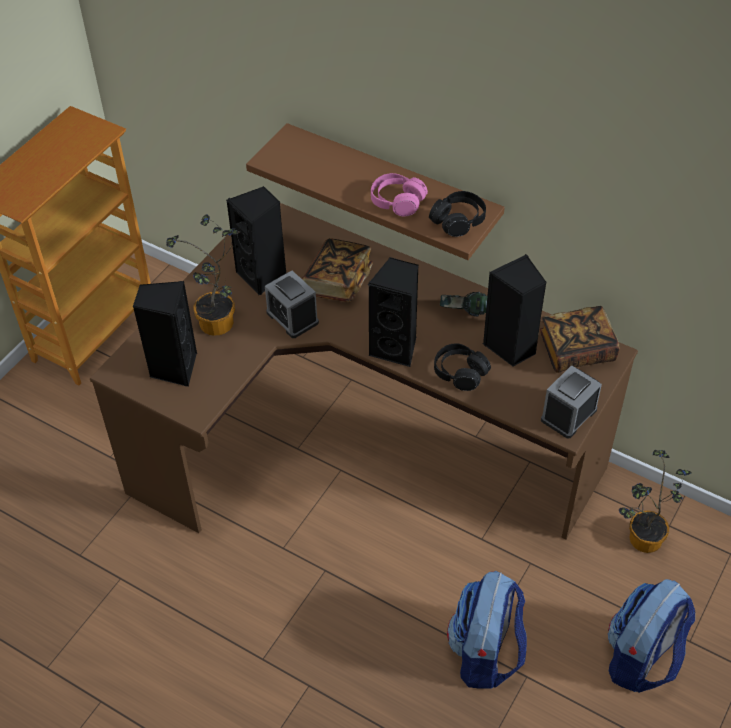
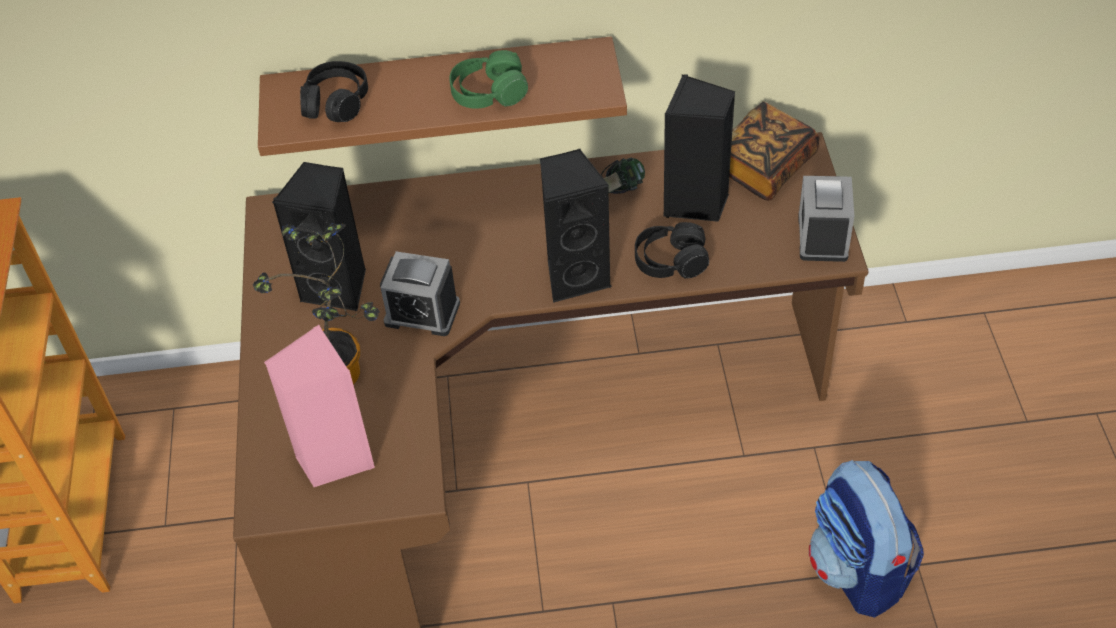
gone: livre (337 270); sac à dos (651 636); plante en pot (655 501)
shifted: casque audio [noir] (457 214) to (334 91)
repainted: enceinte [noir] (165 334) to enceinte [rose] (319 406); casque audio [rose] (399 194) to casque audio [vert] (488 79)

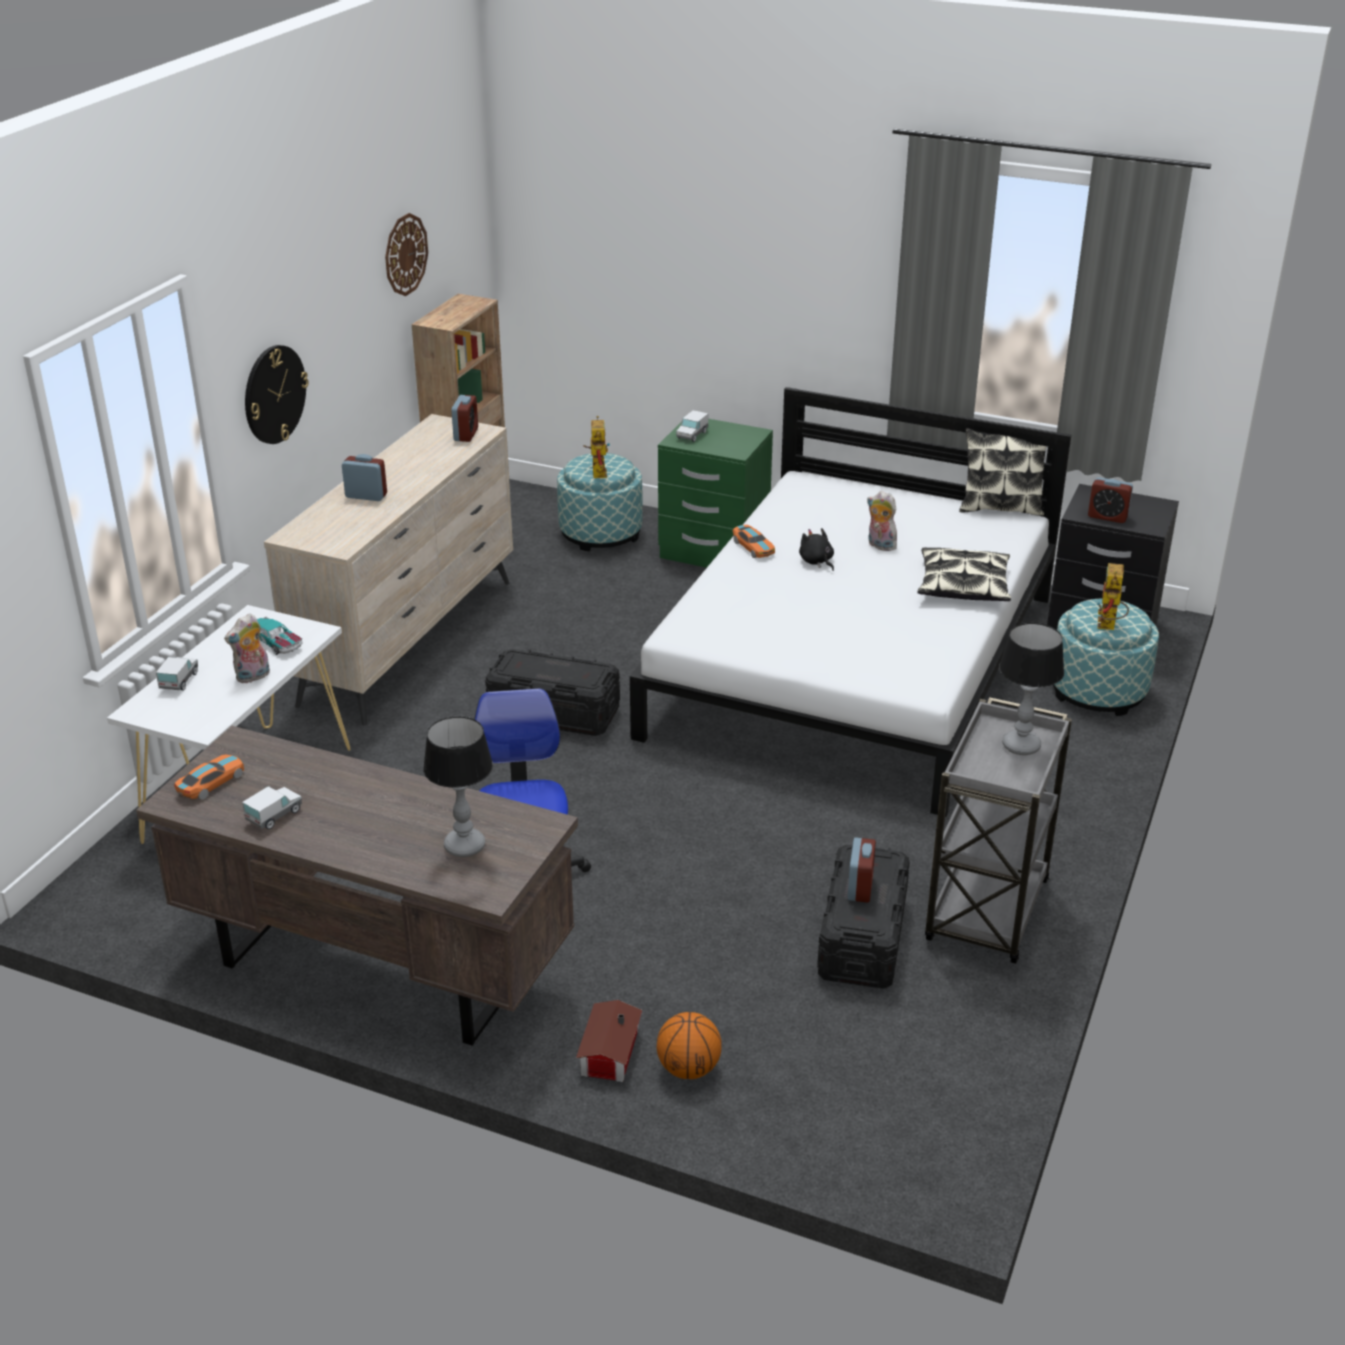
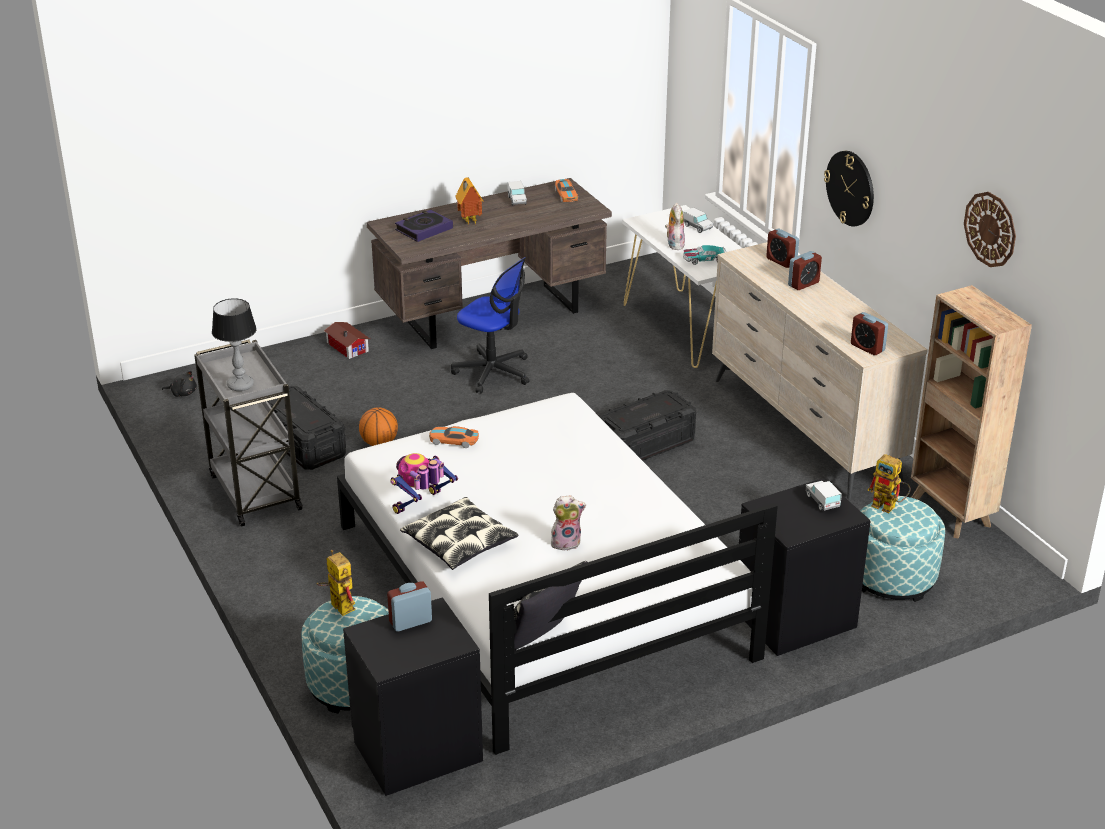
new: robot jouet (424 483); maison miniature (469 201)
shifted: peluche [noir] (816 549) to (179 384); ballon de basket (689 1045) to (378 426); petite voiture (754 541) to (454 437); réveil (861 870) to (782 248)
swapped: lampe de table (458 786) to livre (424 226)
repainted: table de chevet [vert] (715 493) to table de chevet [noir] (805 567)

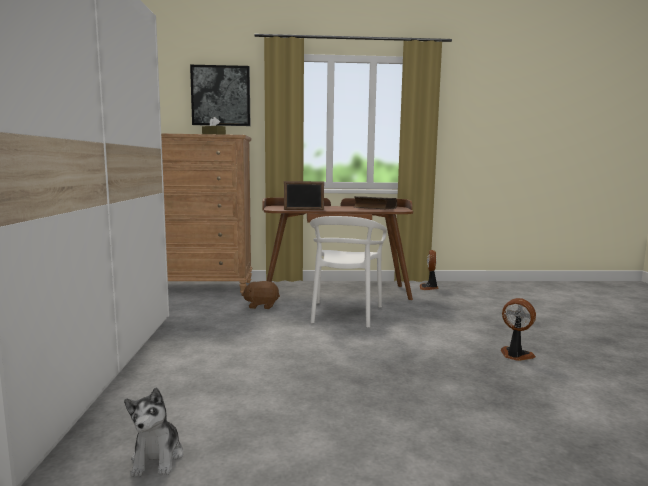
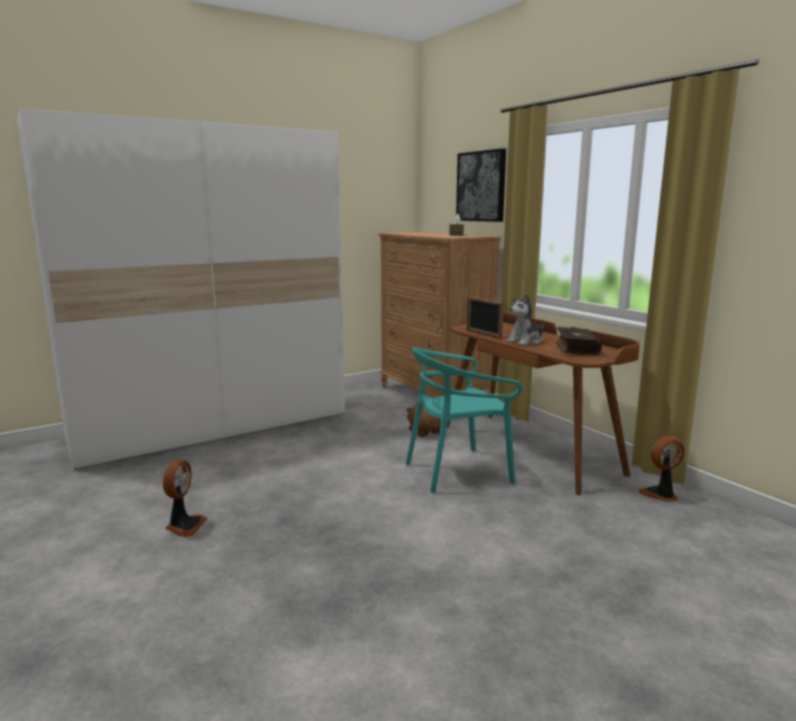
shifted: ventilateur (518 329) to (185 498); peluche (153 432) to (525 320)
repainted: chaise [blanc] (348 272) to chaise [turquoise] (464 420)

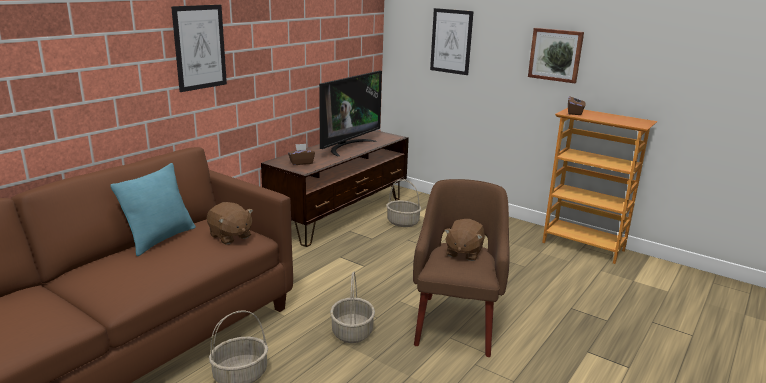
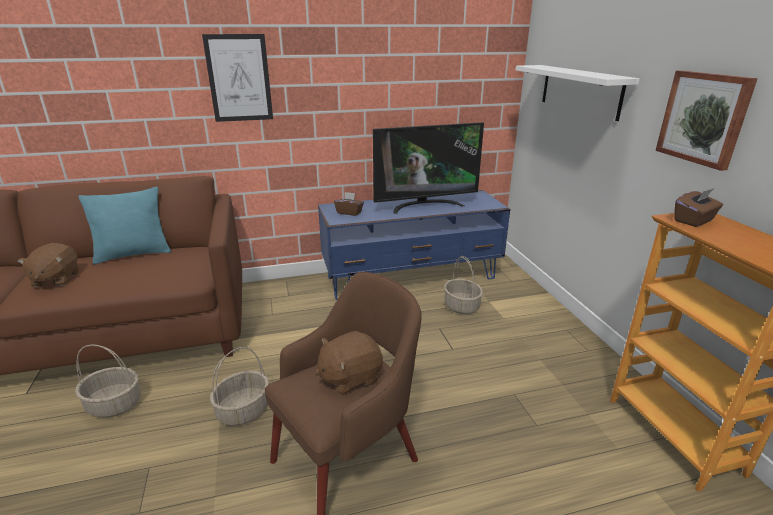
shifted: peluche [marron] (230 223) to (48 265)
swapped: tableau (452 41) to étagère [blanc] (578 93)
repainted: meuble télé [marron] (335 188) to meuble télé [bleu] (414 245)

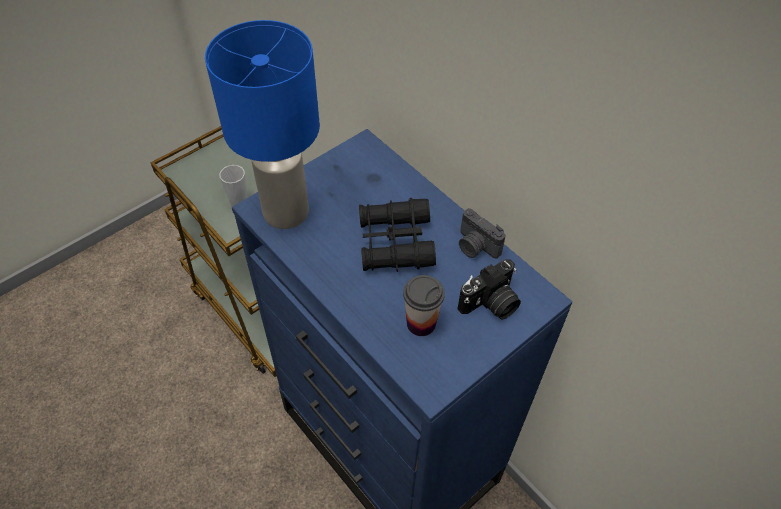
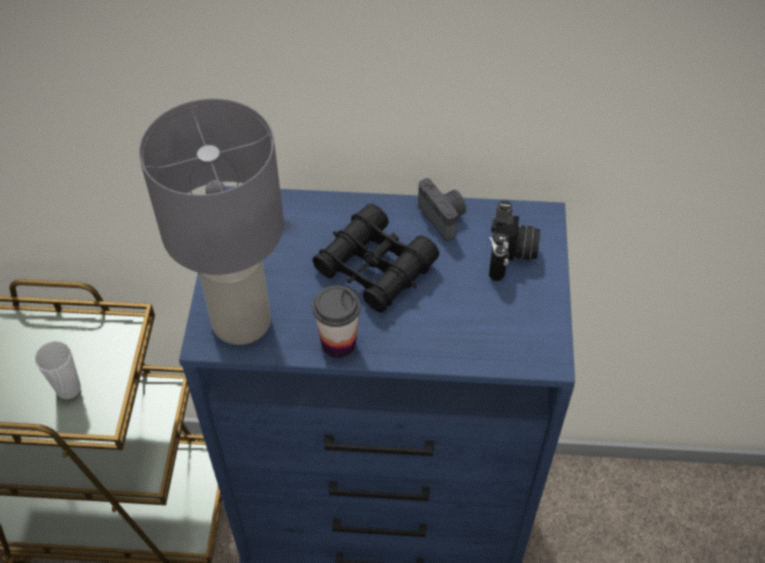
shifted: tasse (424 305) to (336 322)
repainted: lampe de table [bleu] (262 124) to lampe de table [gris] (211 221)
rotated: appareil photo (482 233) = (442 209) 120 degrees counterclockwise

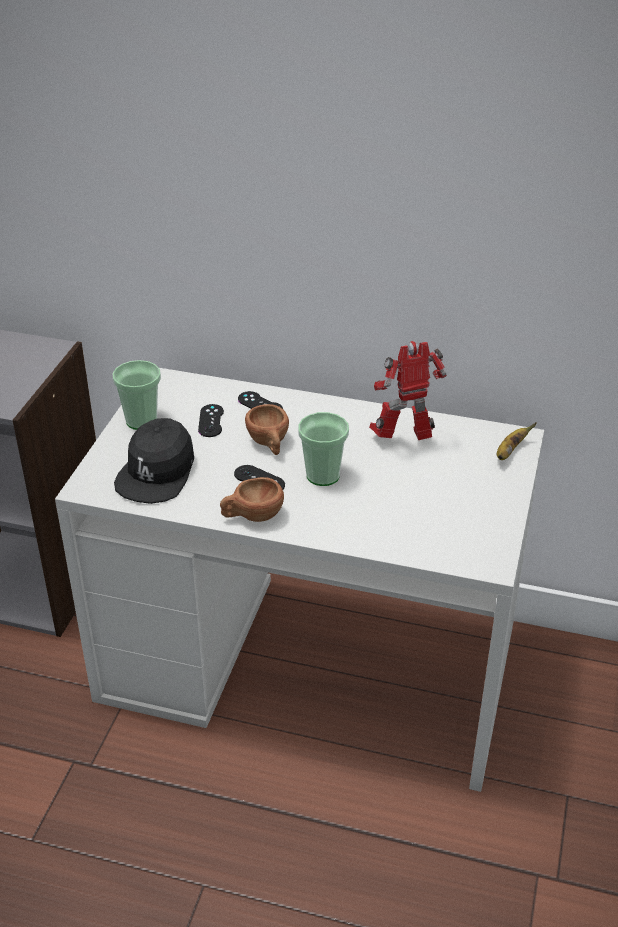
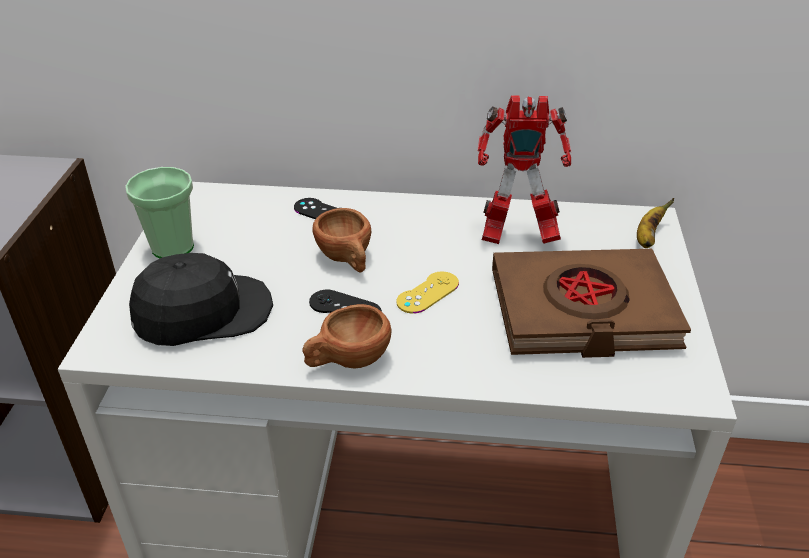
gone: manette [noir] (211 420)
new: livre [marron] (591 303)
swapped: tasse (323 449) to manette [jaune] (427 292)
rotated: casquette [noir] (154 461) = (201 299) 120 degrees counterclockwise; robot jouet (408 390) = (524 169) 150 degrees counterclockwise

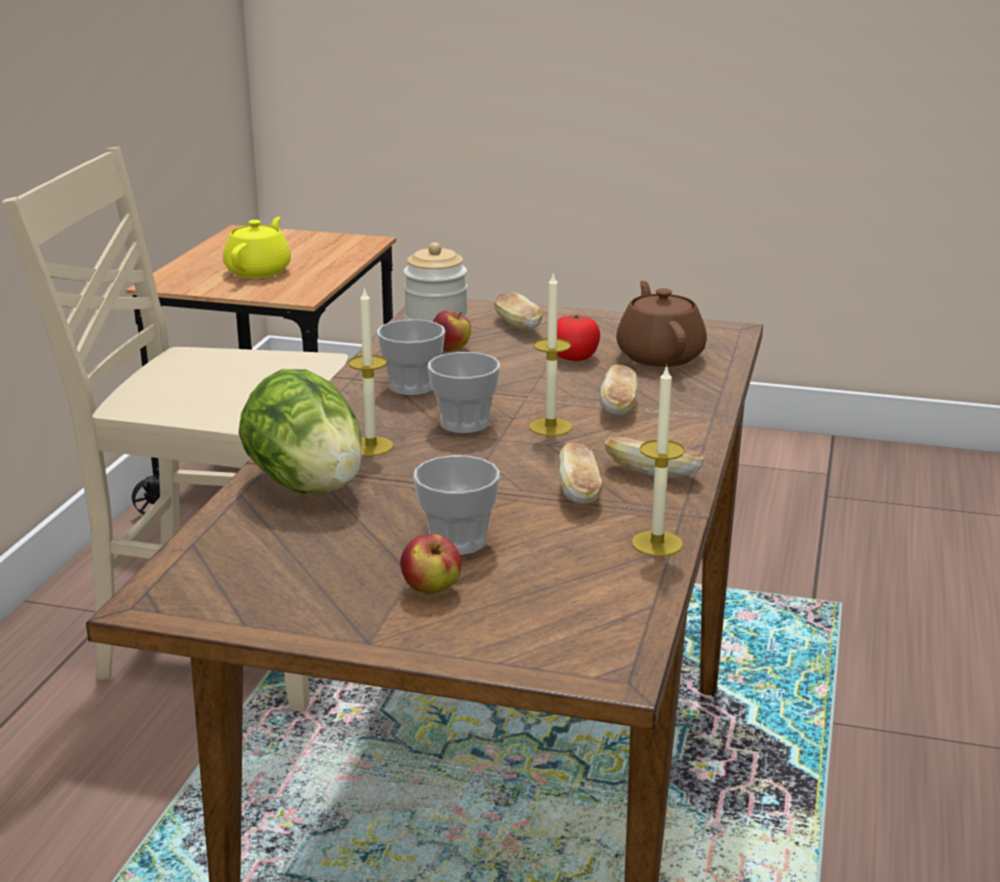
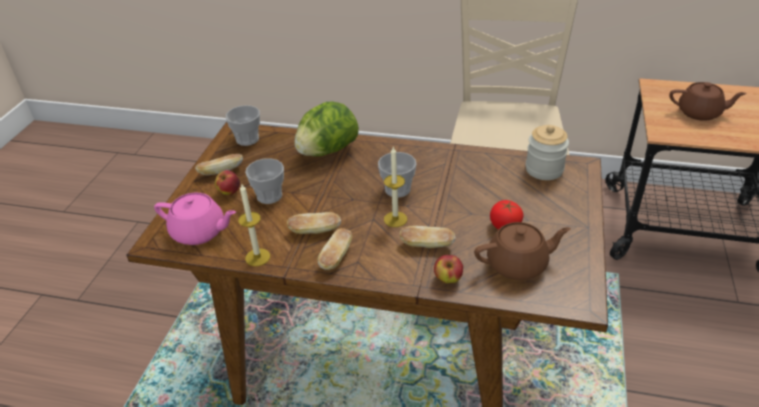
gone: bougie (371 371)
new: théière [rose] (195 219)
shifted: pain (518 311) to (219 164); tasse (411 357) to (243 125); pomme (452 331) to (448 269)
repainted: théière [jaune] (257 247) to théière [marron] (708 101)

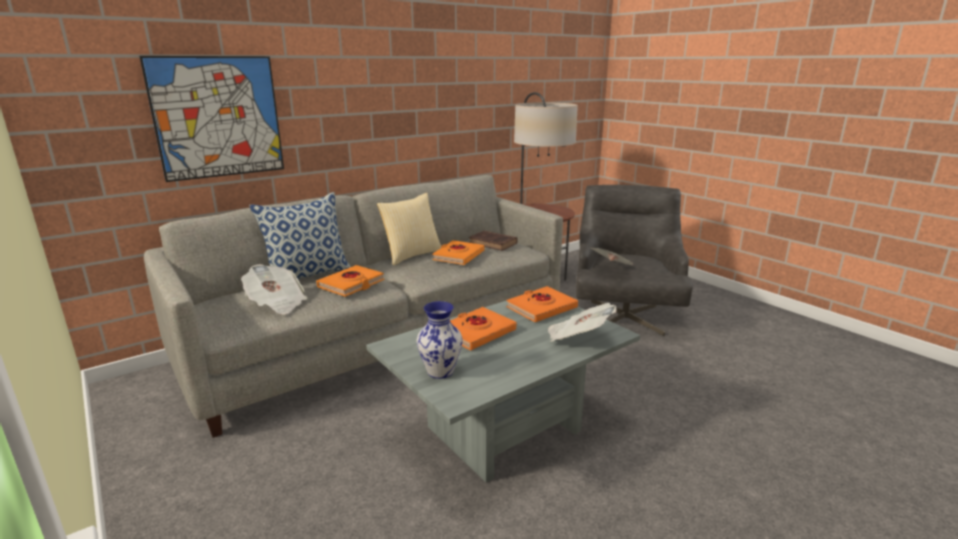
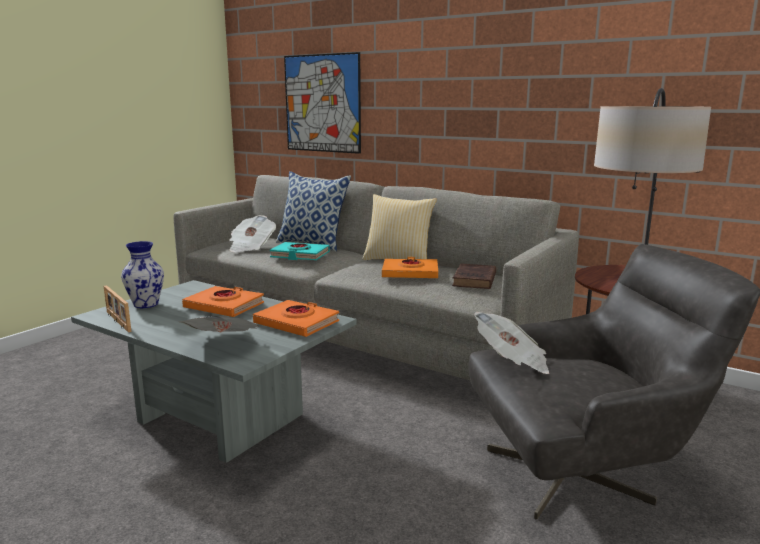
new: cadre photo (118 308)
repainted: livre [orange] (350 281) to livre [turquoise] (300 251)

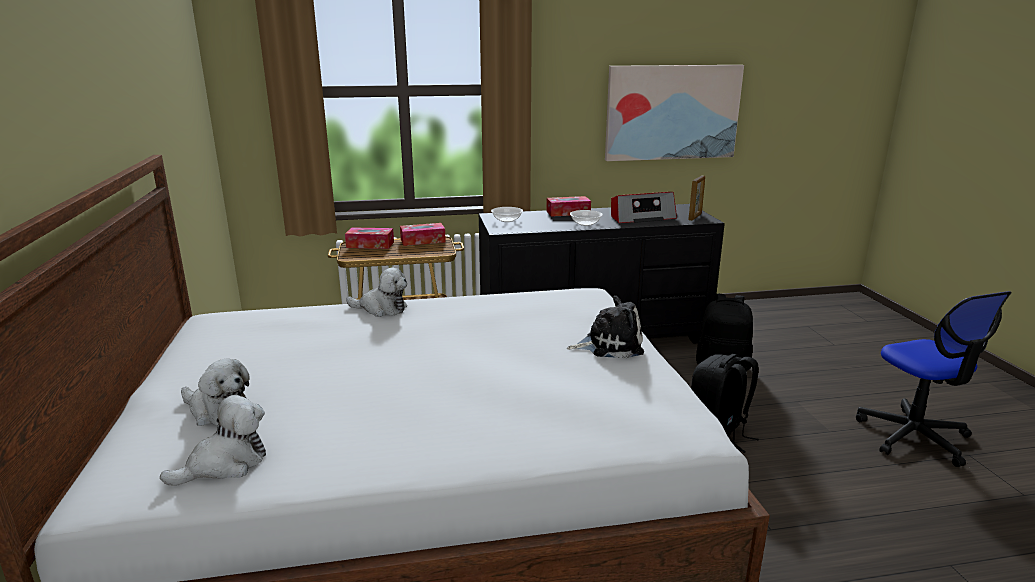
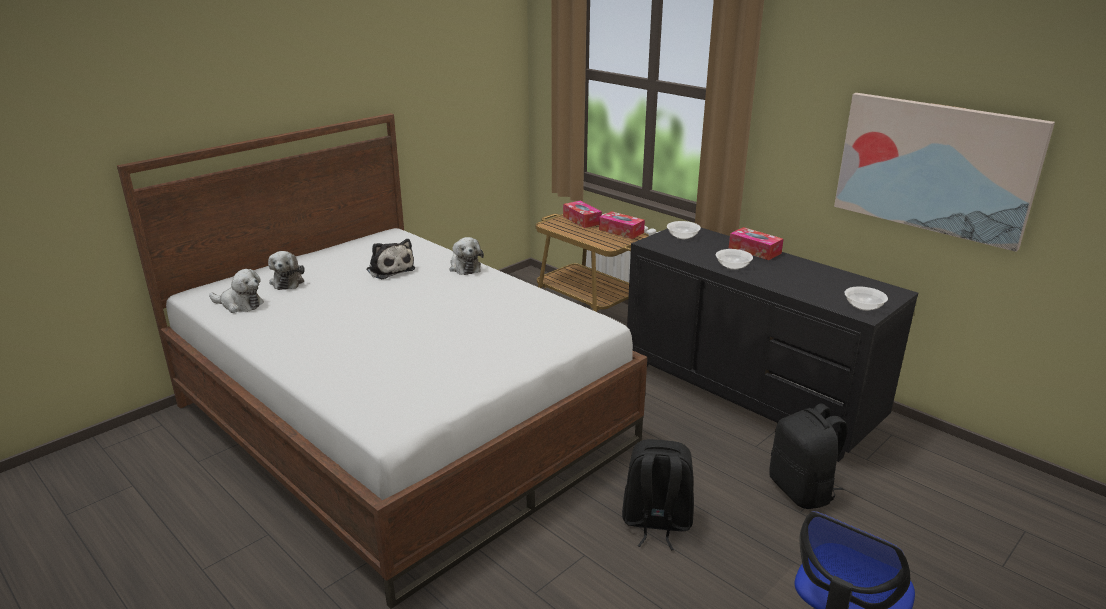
gone: radio (644 207)
shifted: peluche (605 327) to (390 259)
swapped: cadre photo (696 198) to bol (866 298)

